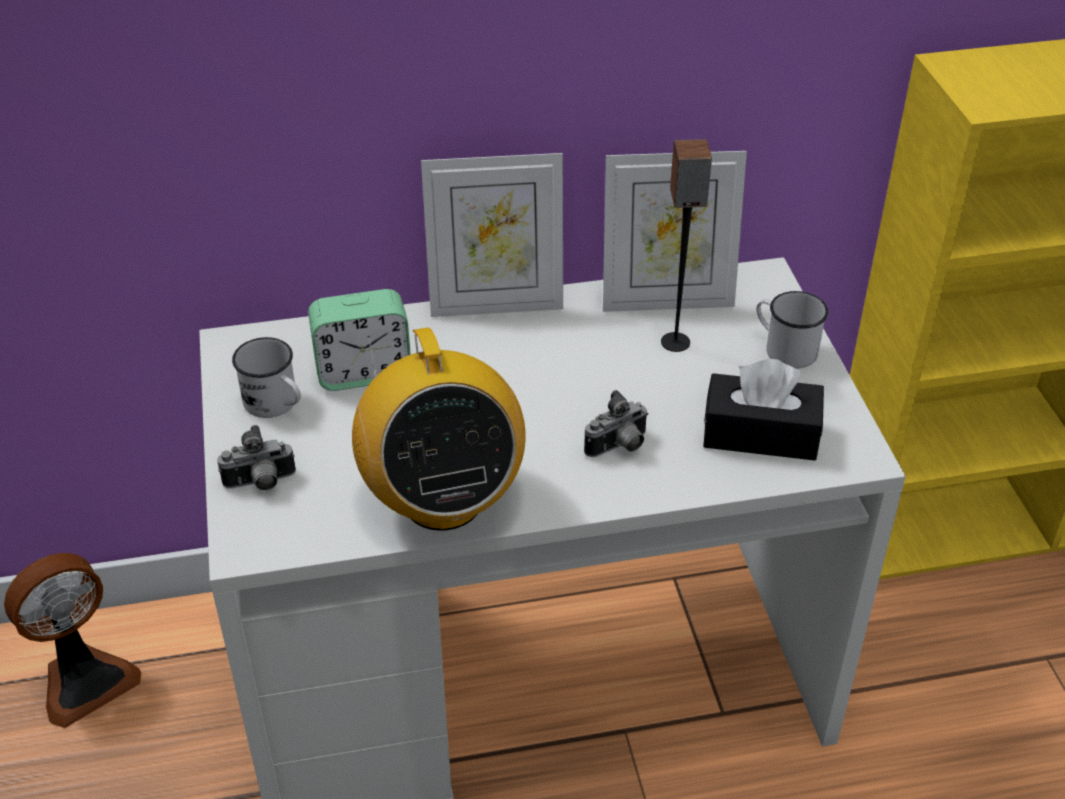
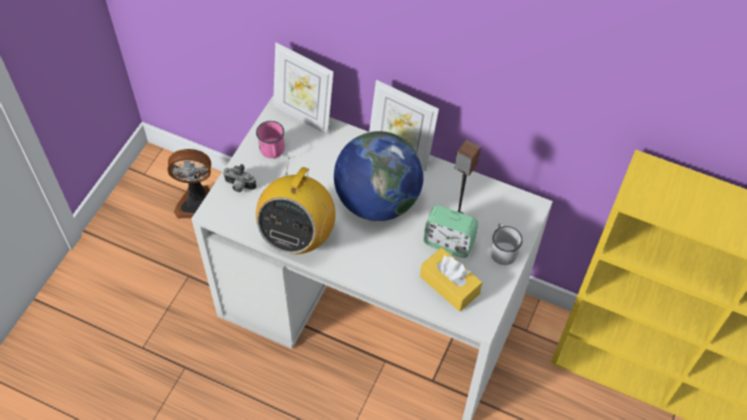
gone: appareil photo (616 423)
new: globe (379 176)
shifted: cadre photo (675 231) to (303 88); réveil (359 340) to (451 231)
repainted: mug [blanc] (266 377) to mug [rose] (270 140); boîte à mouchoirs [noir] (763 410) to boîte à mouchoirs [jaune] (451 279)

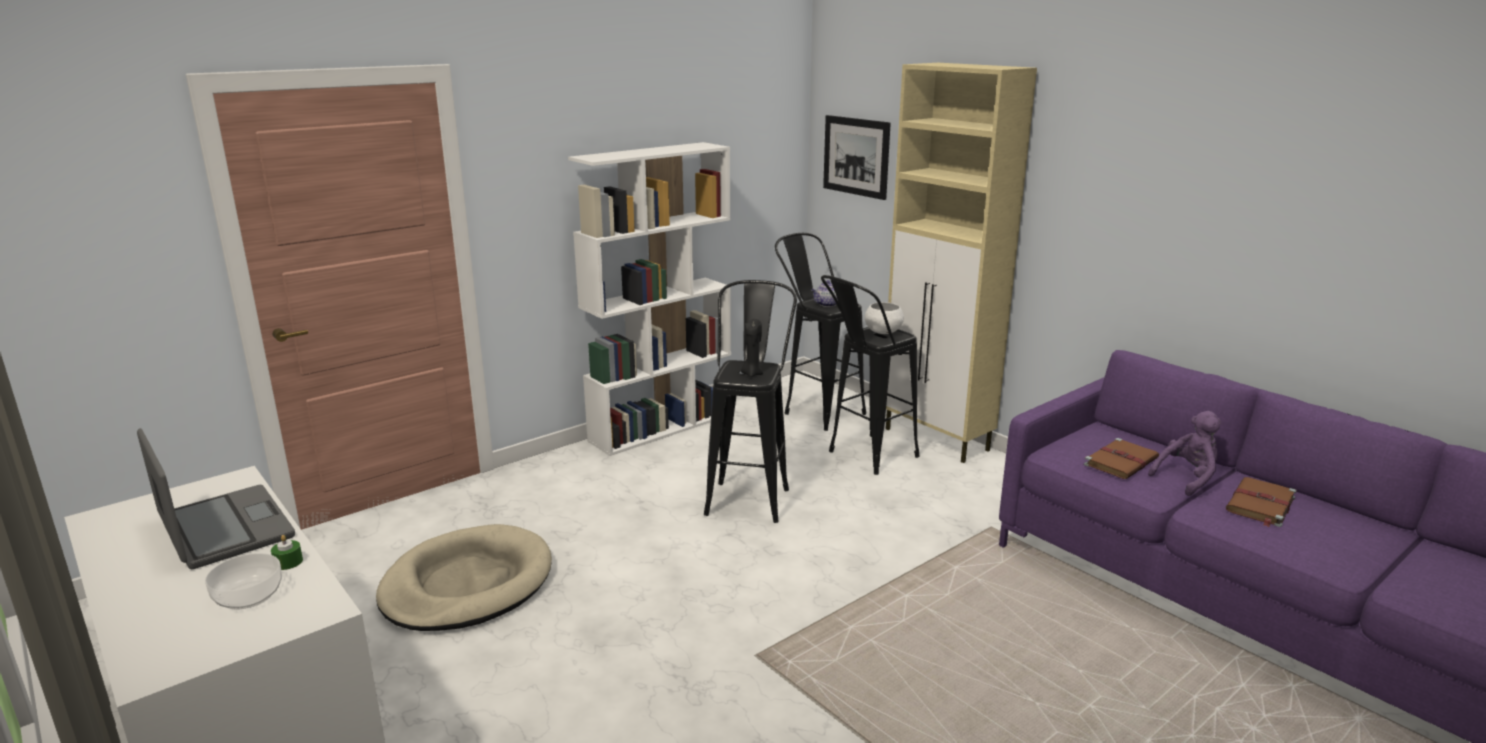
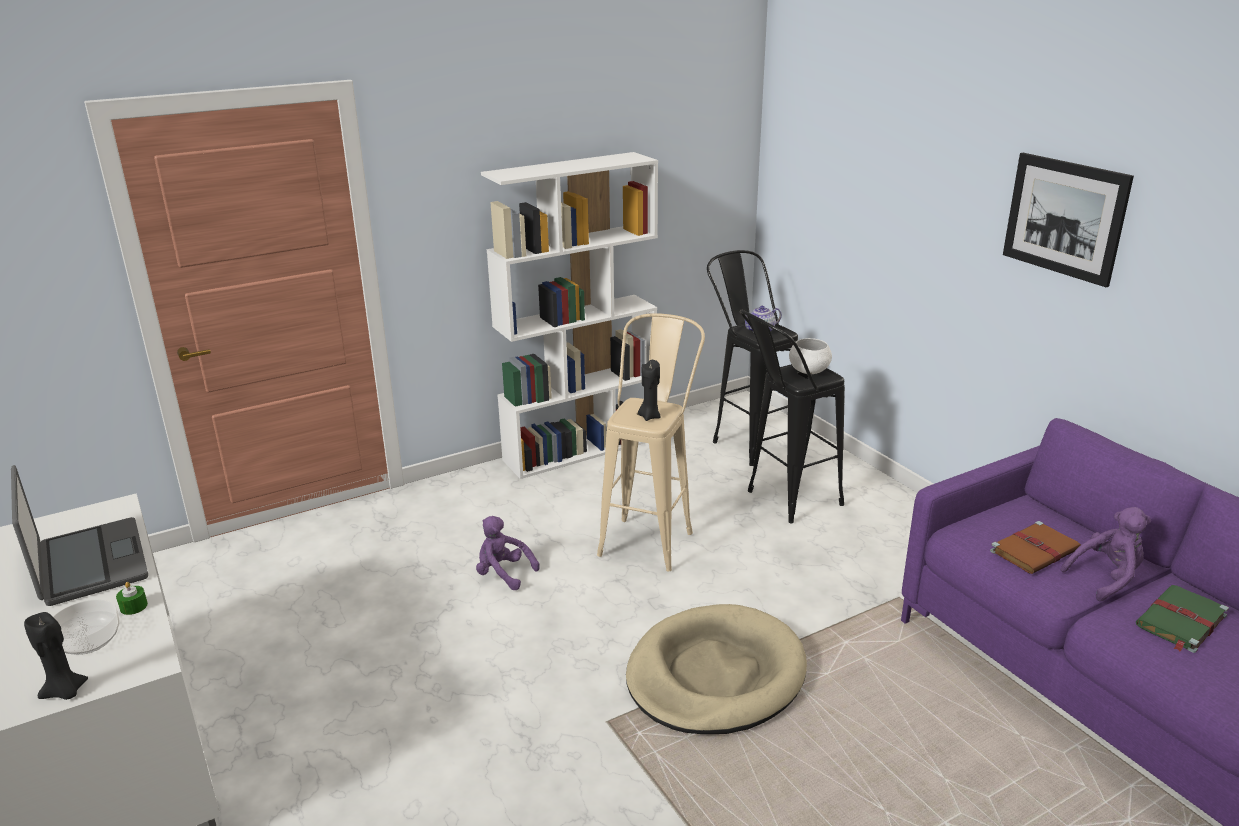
gone: meuble de rangement [beige] (961 263)
new: bougie [noir] (56 656); peluche [violet] (508 553)
shifted: panier pour chien [beige] (464 577) to (716 669); tableau (857 157) to (1068 220)
repainted: tabouret [noir] (750 401) to tabouret [beige] (651 442); livre [marron] (1261 502) to livre [vert] (1182 619)

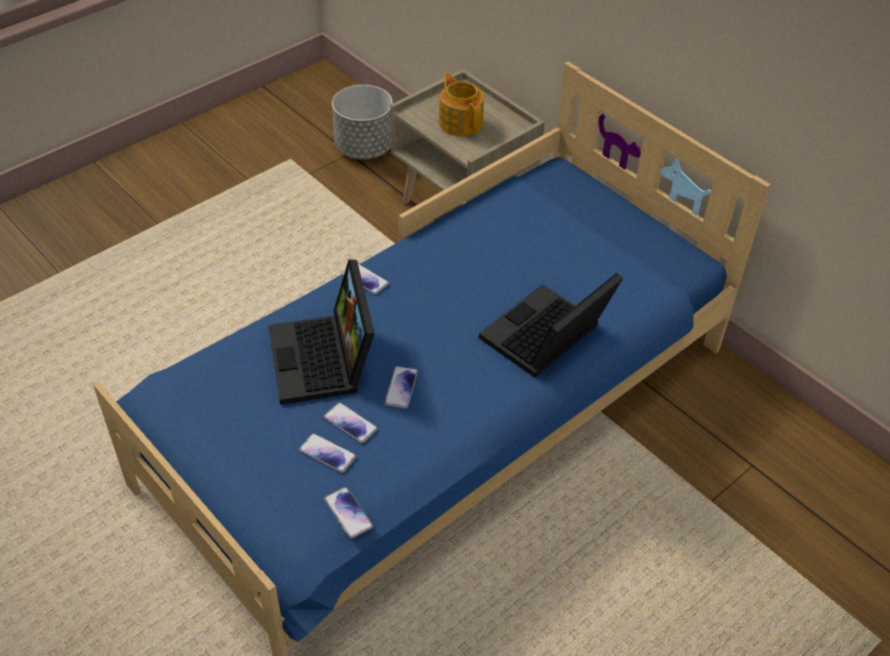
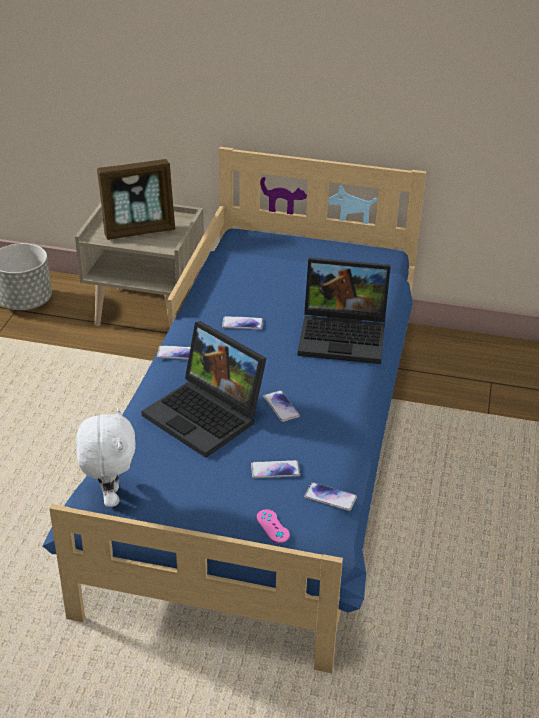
new: peluche [blanc] (106 457); manette [rose] (273 526)
shifted: téléphone (351 422) to (242 322)
swapped: théière (461 105) to cadre photo (136 199)
rotated: ordinateur portable (551 325) = (344 311) 90 degrees counterclockwise

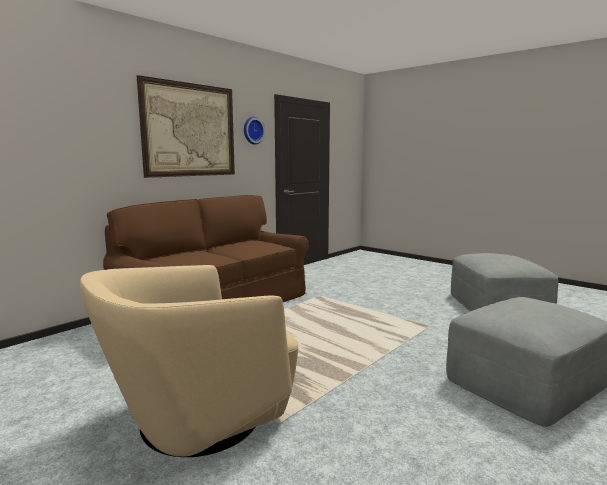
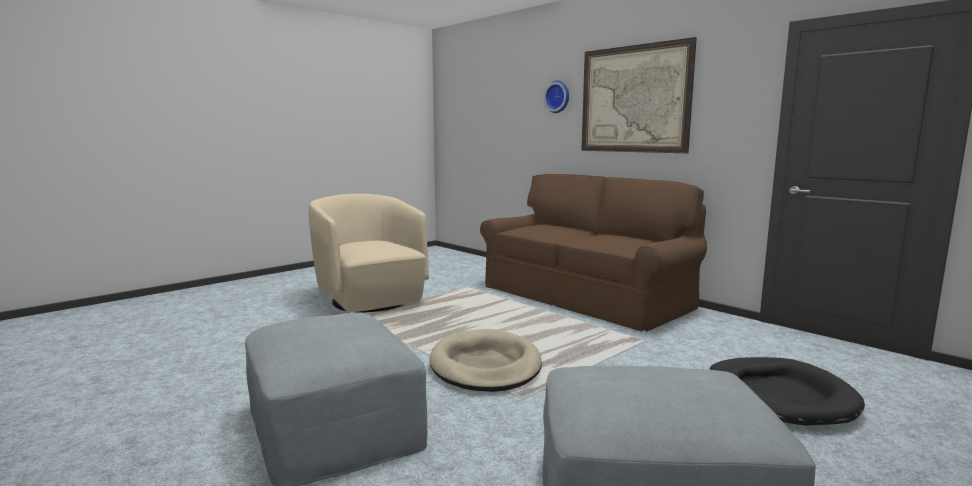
new: panier pour chien [beige] (485 360); panier pour chien [noir] (787 391)
shifted: horloge murale (254 131) to (556 96)

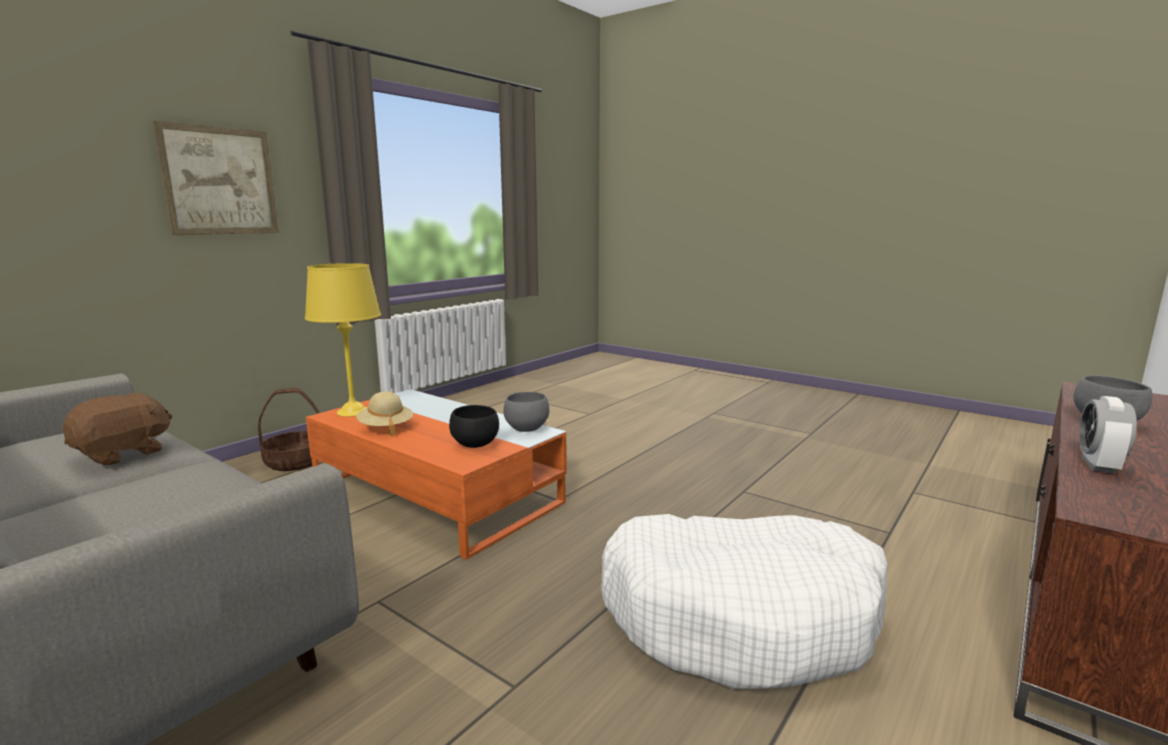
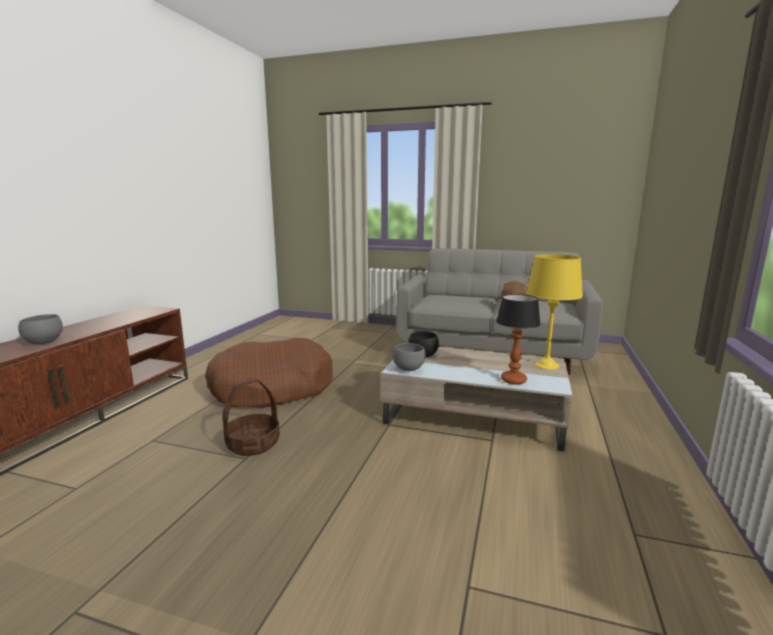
gone: tableau (215 178); chapeau [beige] (384 413); réveil (1108 435)
new: lampe de table (518 339)
shifted: panier (289 429) to (251 417)
repainted: panier pour chien [blanc] (744 601) to panier pour chien [marron] (269 373); table basse [orange] (436 474) to table basse [beige] (476 399)

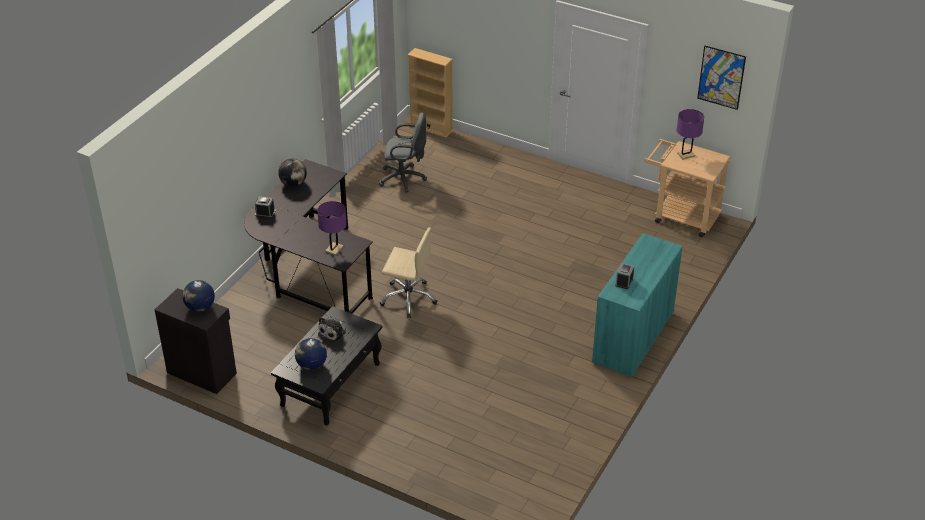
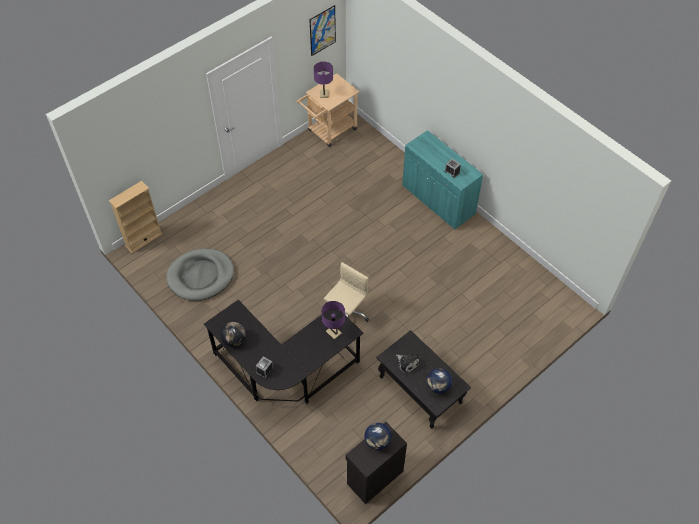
swapped: chaise de bureau [gris] (403 153) to panier pour chien [gris] (200 275)

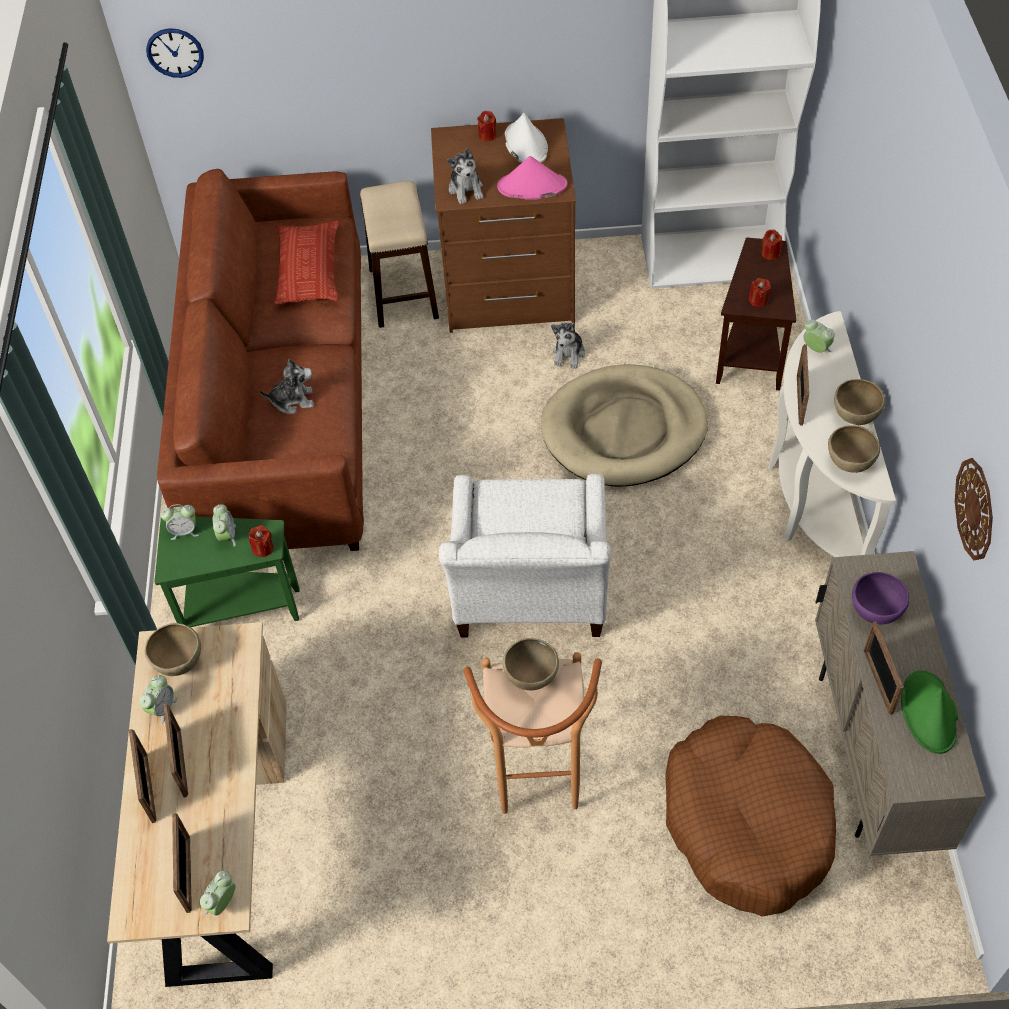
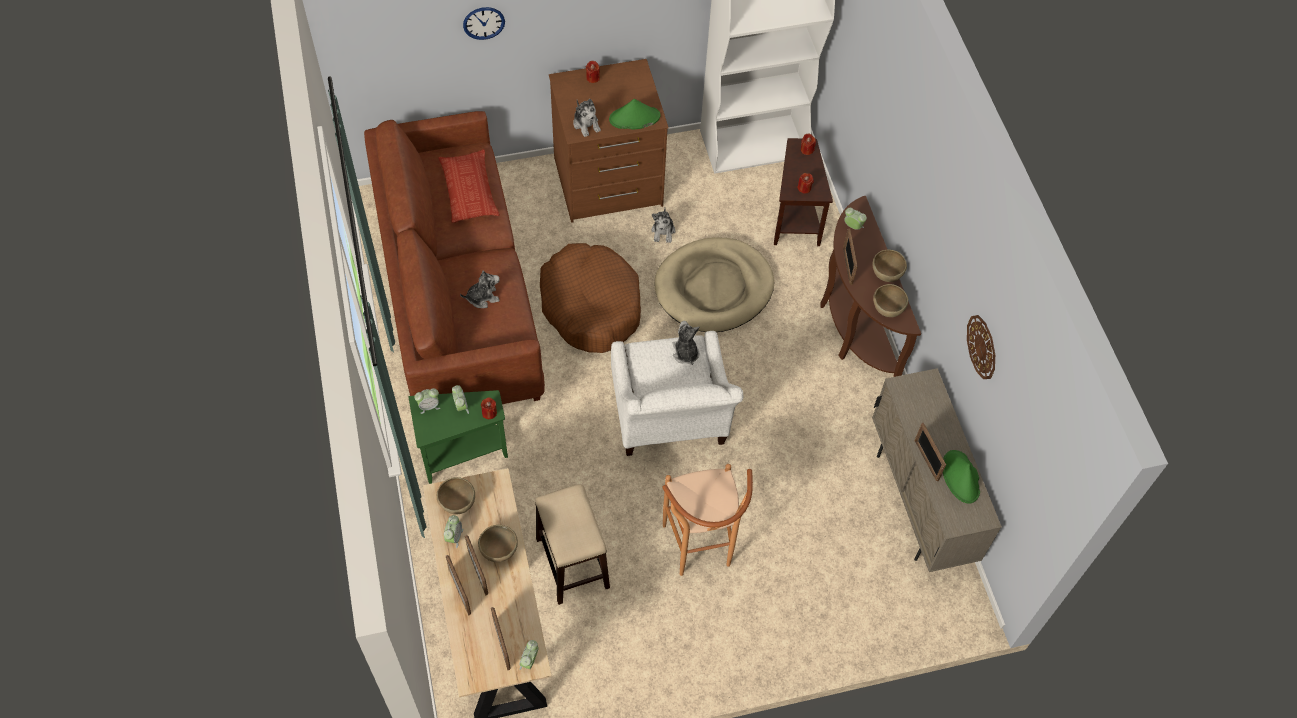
gone: chapeau [blanc] (526 138); bol [violet] (880 598)
new: peluche (685 343)
shifted: horloge murale (175 53) to (484 23); bol [marron] (530 664) to (498 543); tabouret (399 254) to (572 544); panier pour chien [marron] (750 816) to (590 298)
repainted: chapeau [rose] (532 178) to chapeau [vert] (634 114); table console [blanc] (832 434) to table console [marron] (870 286)

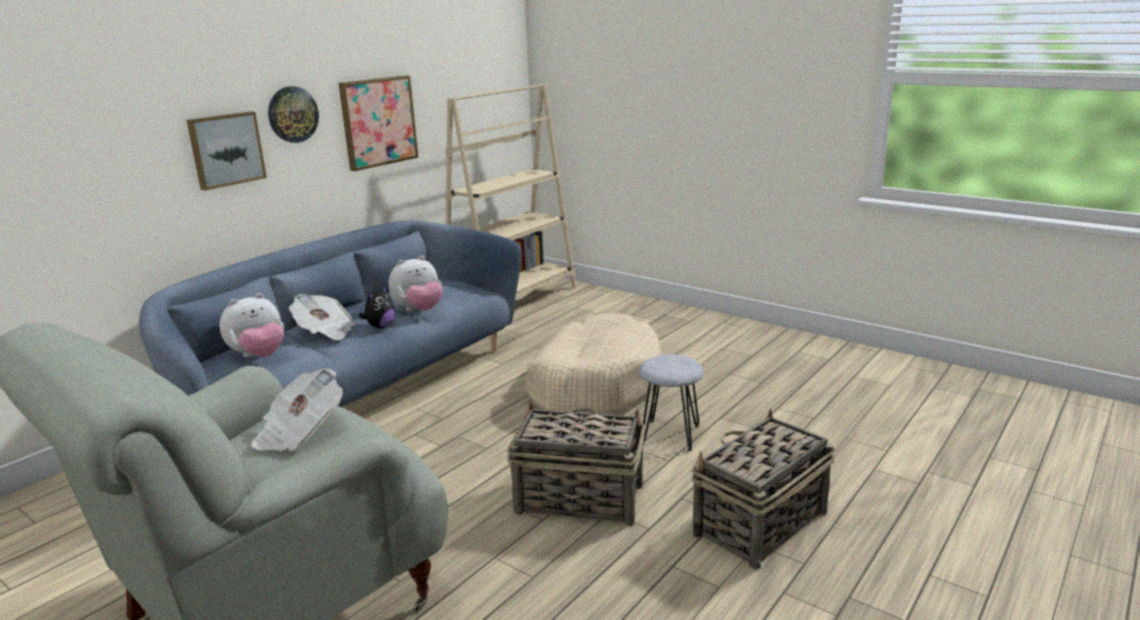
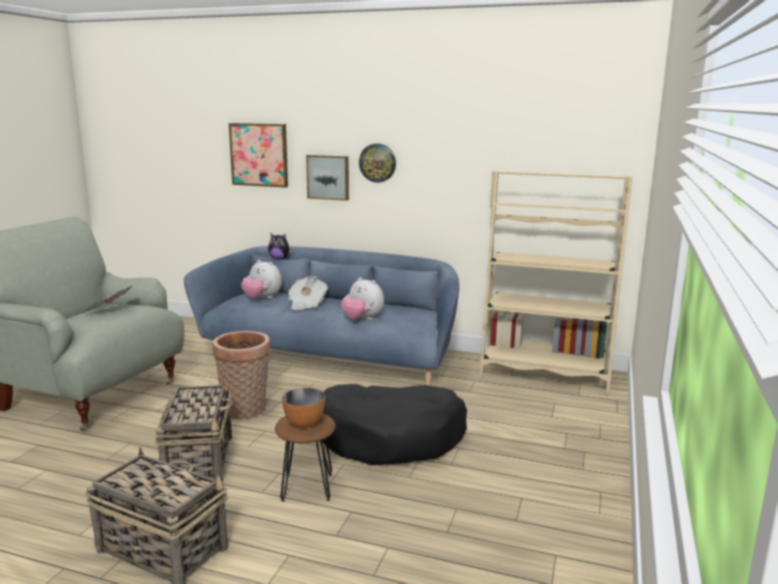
new: panier (241 375); bol (303 408)
shifted: tableau (378 123) to (258 155); peluche (377 307) to (280 246)
repainted: tabouret [gris] (671 403) to tabouret [marron] (305 457); panier pour chien [beige] (593 363) to panier pour chien [noir] (394 424)

